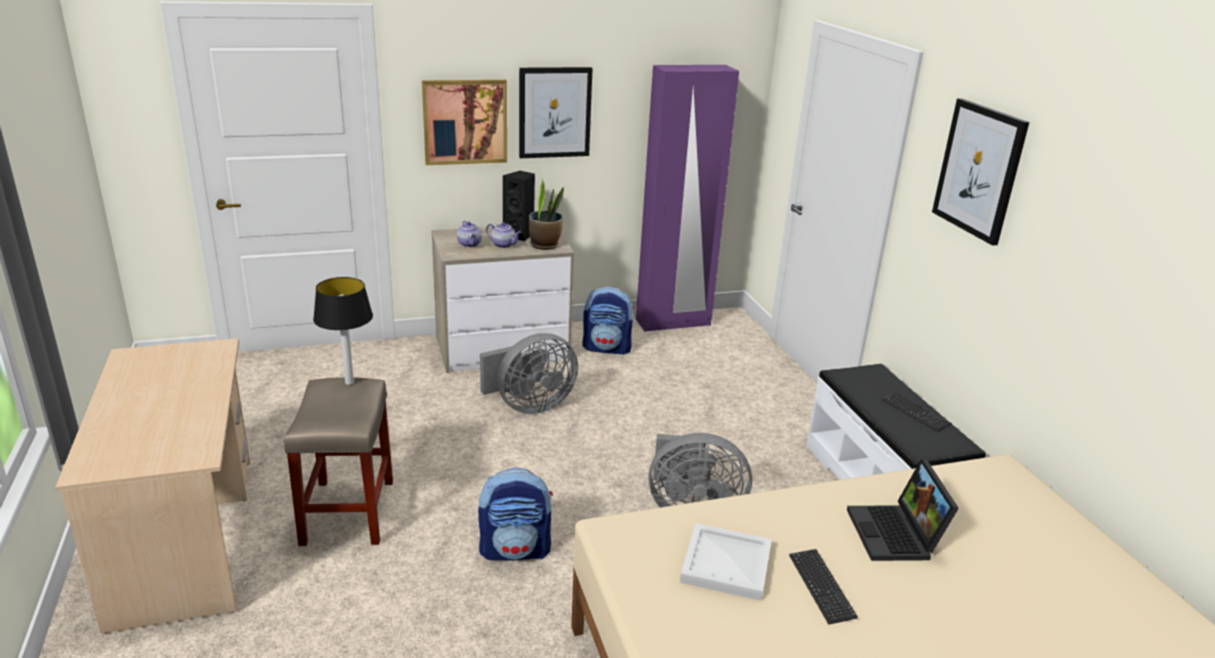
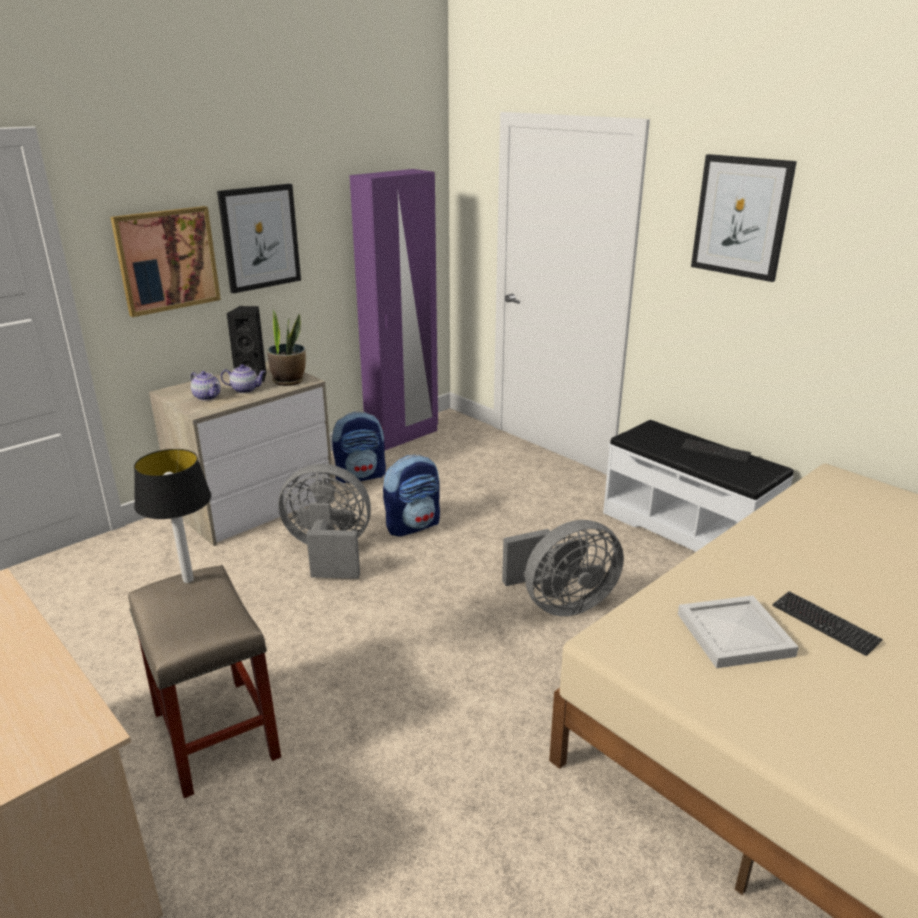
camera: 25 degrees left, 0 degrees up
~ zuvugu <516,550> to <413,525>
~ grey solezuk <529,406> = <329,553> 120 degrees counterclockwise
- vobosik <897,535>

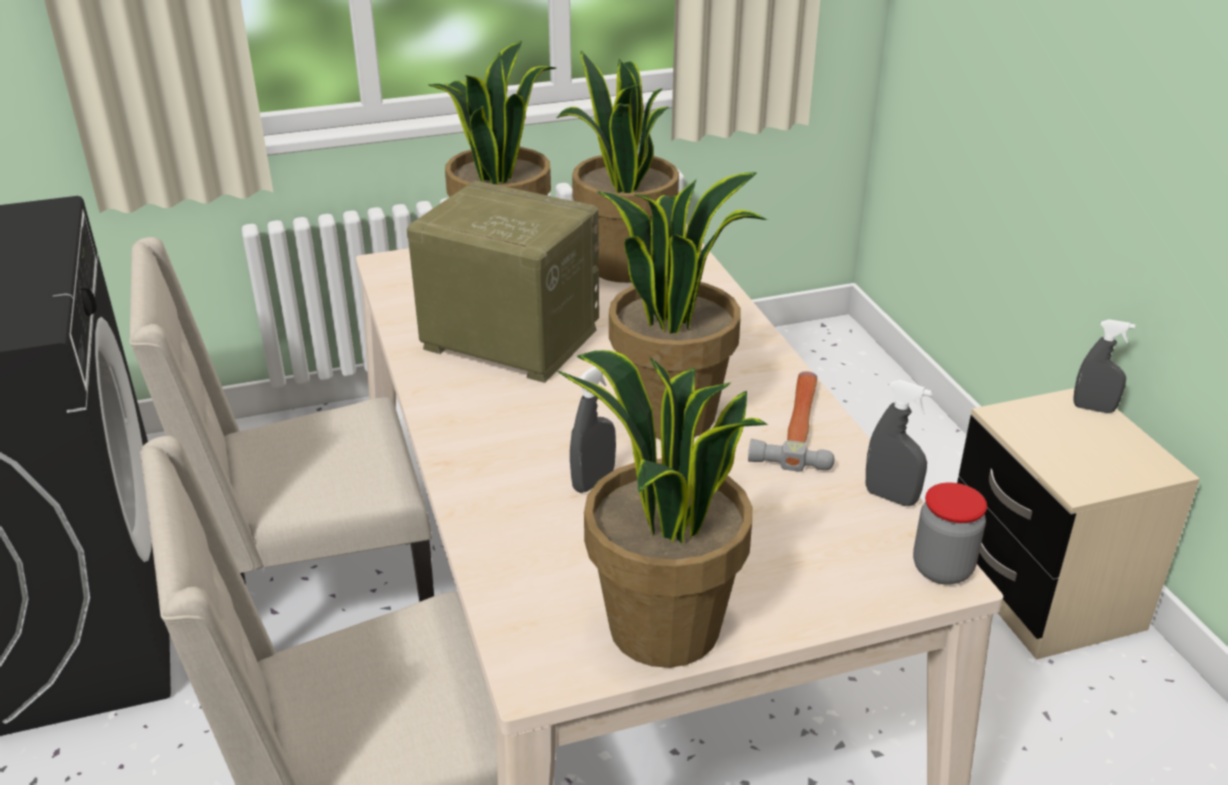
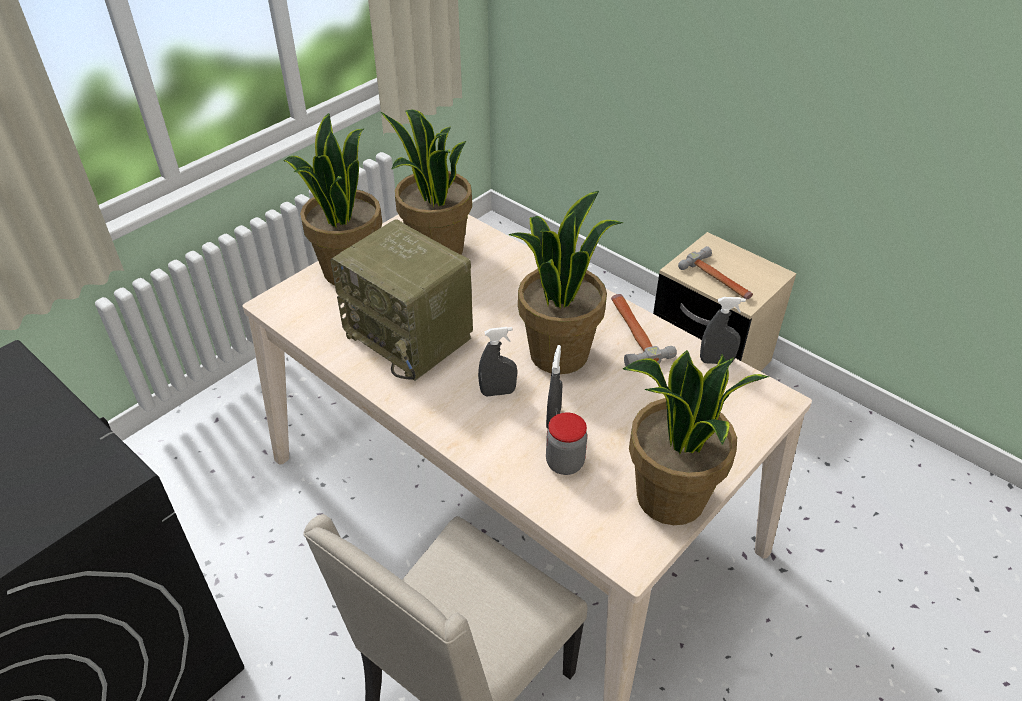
camera: 30 degrees left, 10 degrees up
- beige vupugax <321,604>
~ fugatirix <506,340> = <411,336> 135 degrees counterclockwise
~ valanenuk <942,569> to <565,463>
~ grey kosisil <1093,408> to <498,392>
+ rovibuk <718,280>

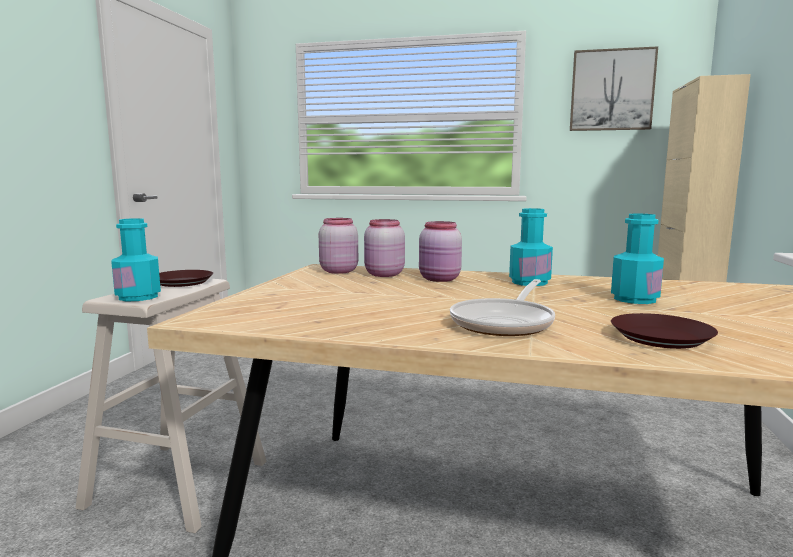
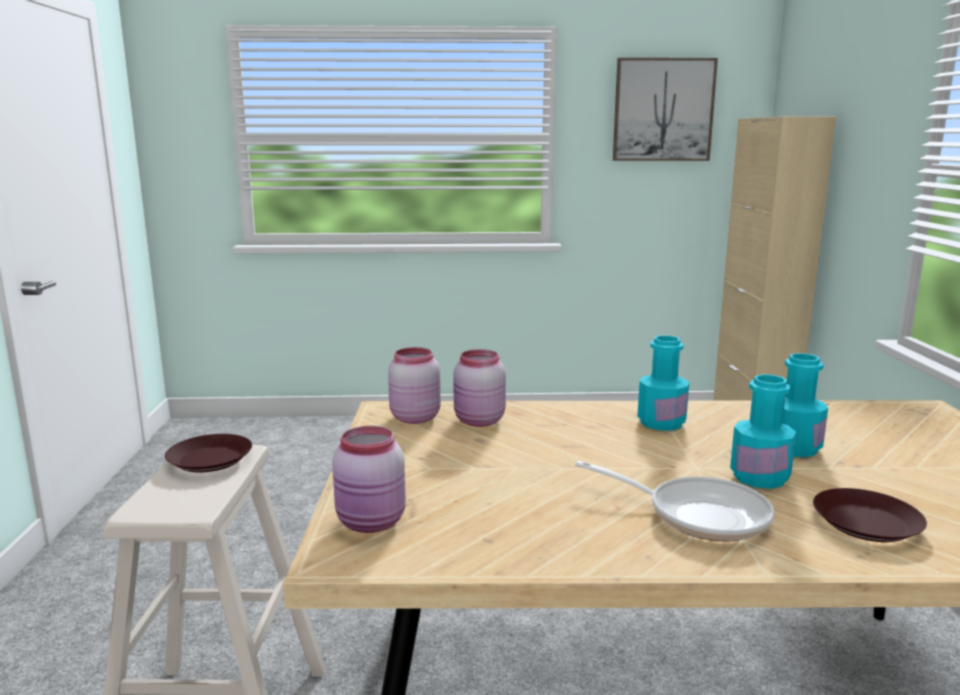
camera: 15 degrees left, 5 degrees up
~ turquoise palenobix <138,297> to <759,477>
~ pink valanenuk <440,279> to <371,523>
~ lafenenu <505,323> = <698,514> 75 degrees counterclockwise

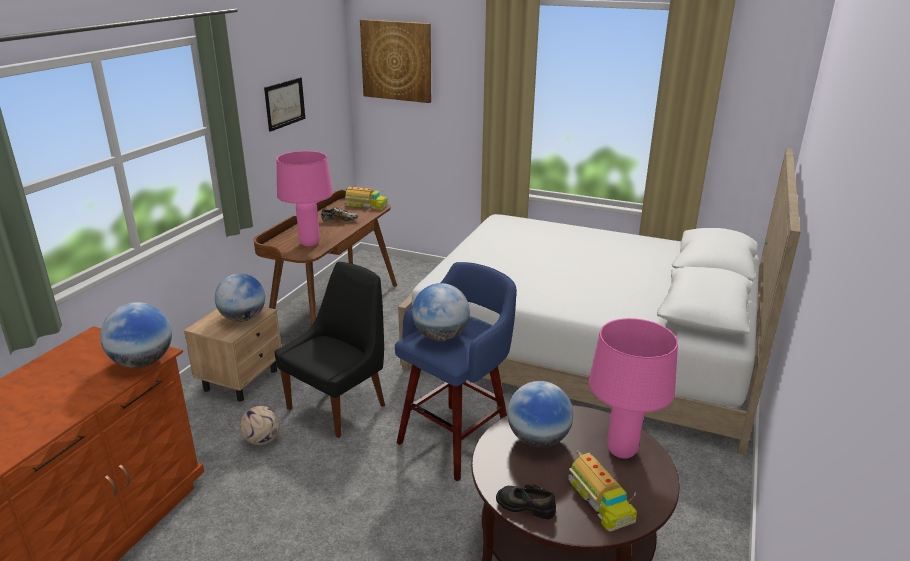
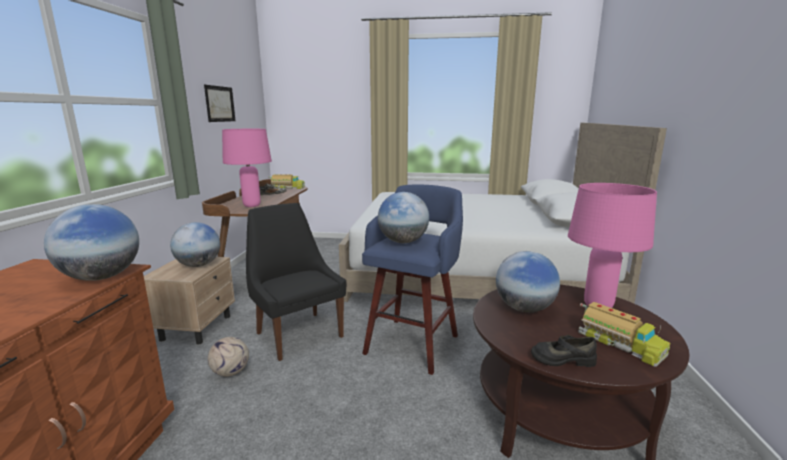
camera: 15 degrees left, 10 degrees down
~ black vupugax <339,405> = <298,333> 60 degrees counterclockwise
- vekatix <396,61>

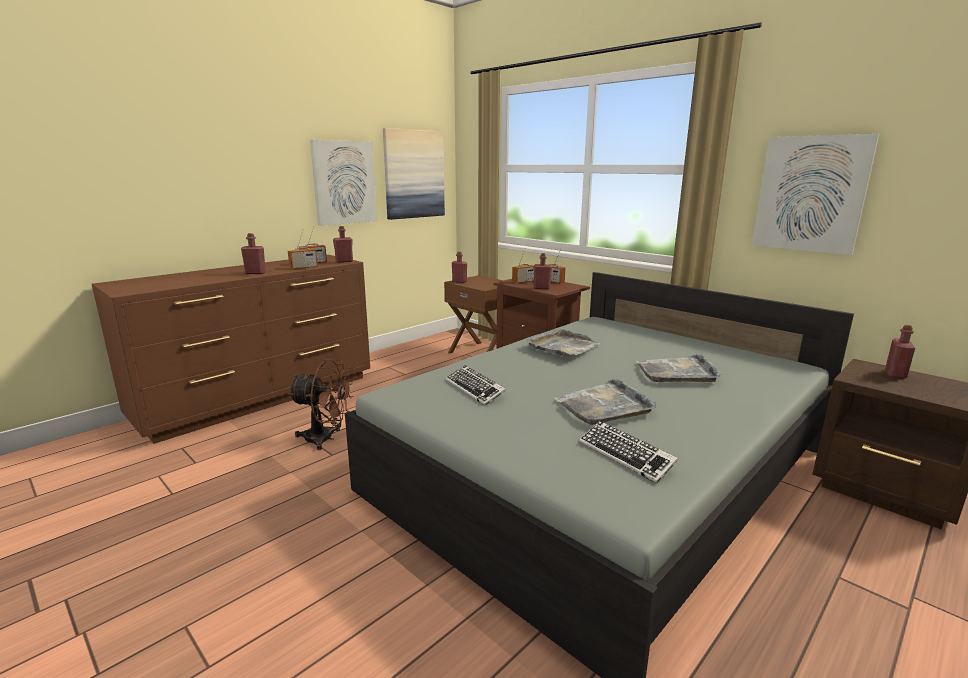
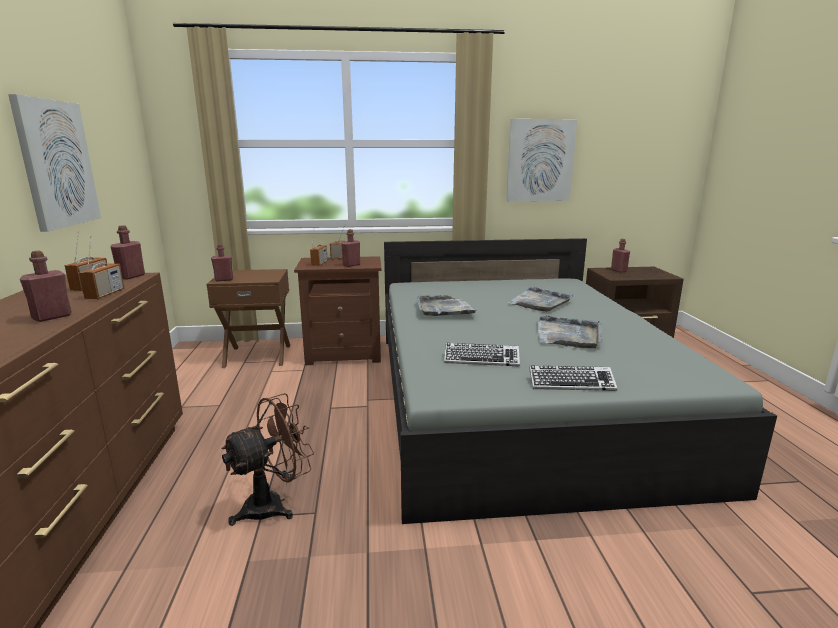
camera: 50 degrees left, 0 degrees up
- vekatix <414,174>
~ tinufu <625,456> to <571,383>

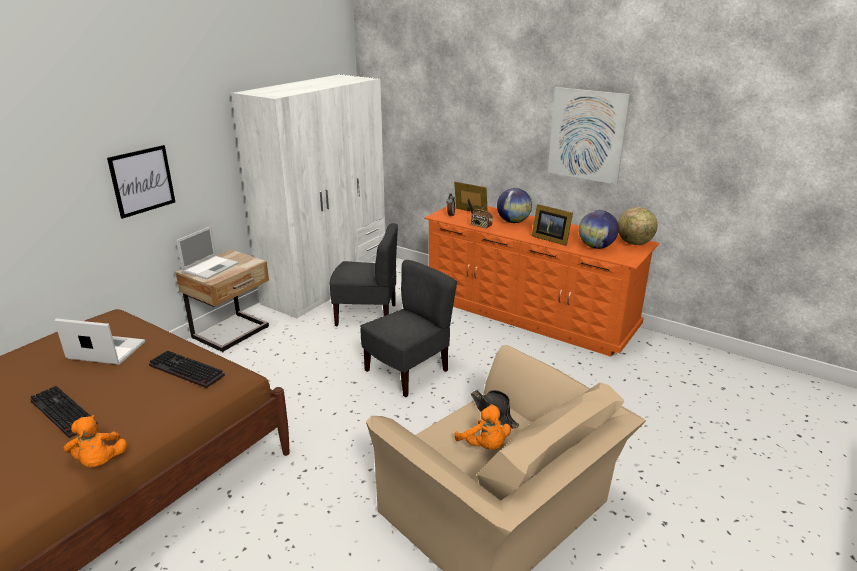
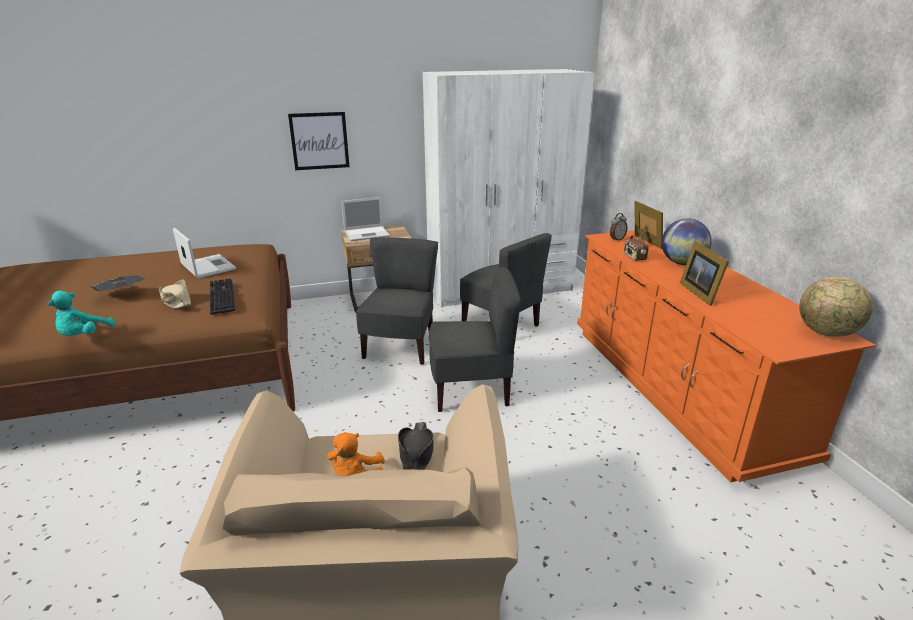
camera: 40 degrees right, 0 degrees up
~ tinufu <61,413> to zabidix <122,295>
~ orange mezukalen <100,462> to turquoise mezukalen <84,336>
- vekatix <586,135>
- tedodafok <596,247>
+ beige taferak <176,301>
+ grey vupugax <401,346>

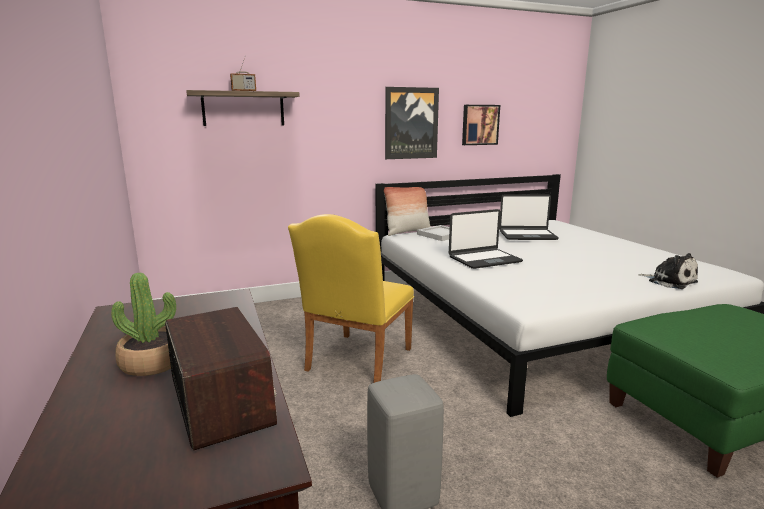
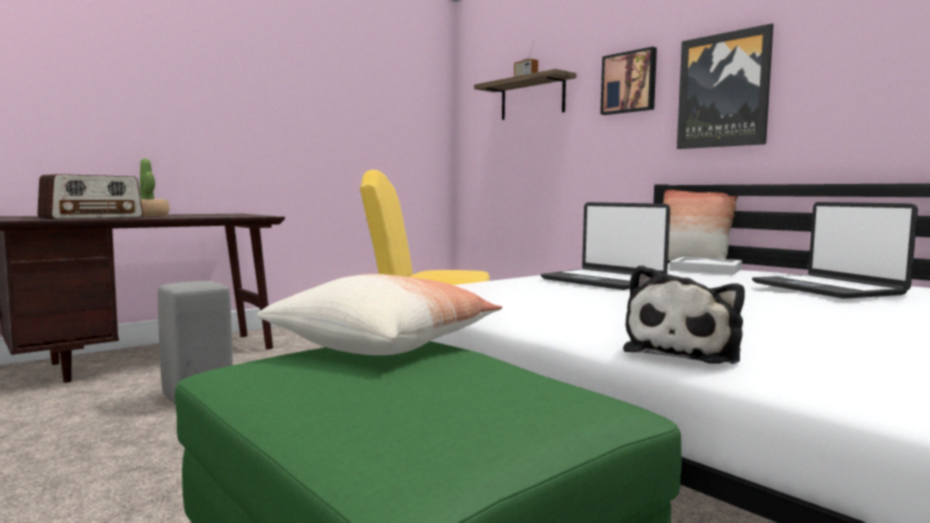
camera: 70 degrees right, 10 degrees down
~ vekatix <479,125> to <629,82>
+ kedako <384,344>

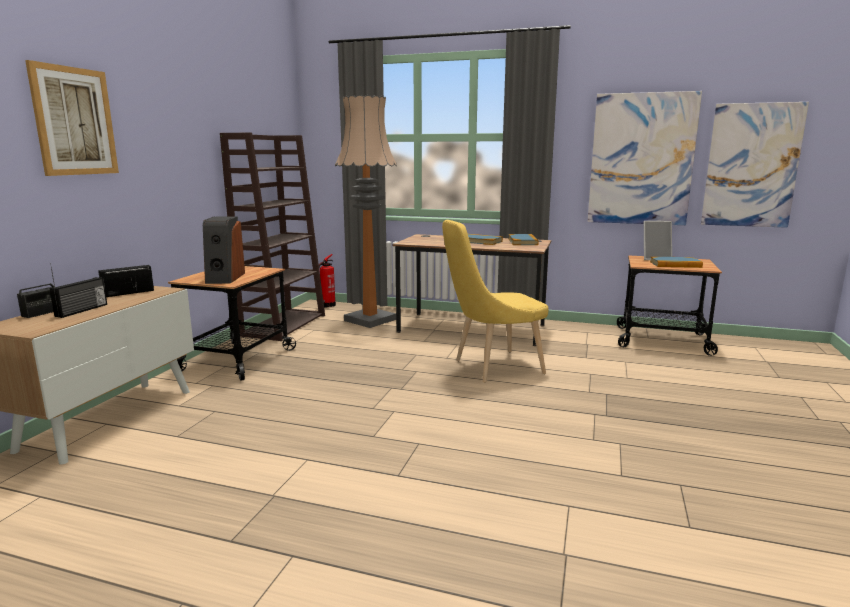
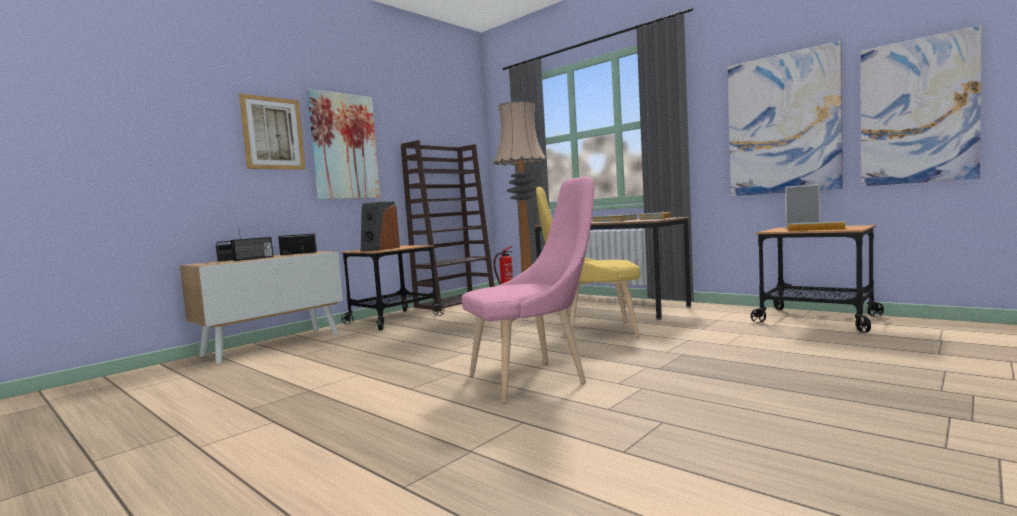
camera: 25 degrees right, 10 degrees down
+ vekatix <344,146>
+ pink vupugax <534,379>

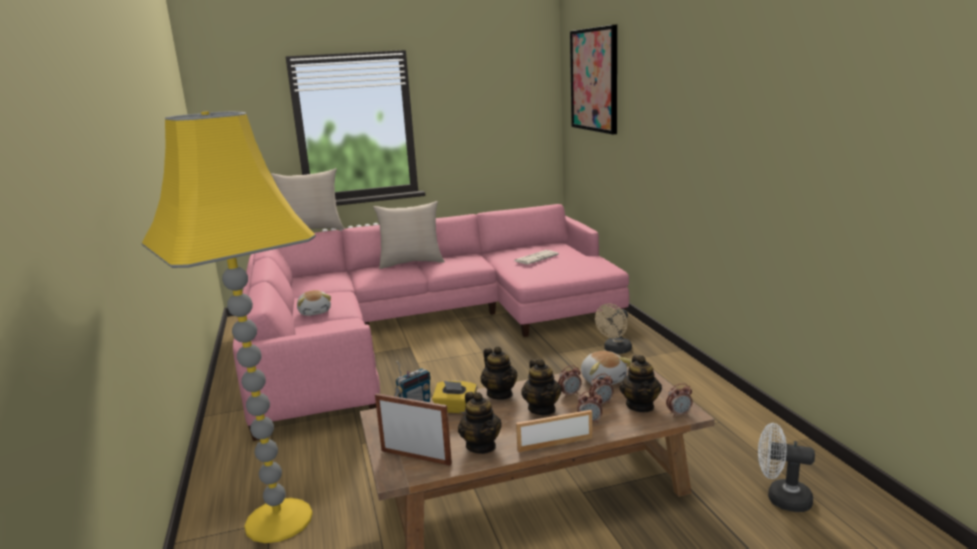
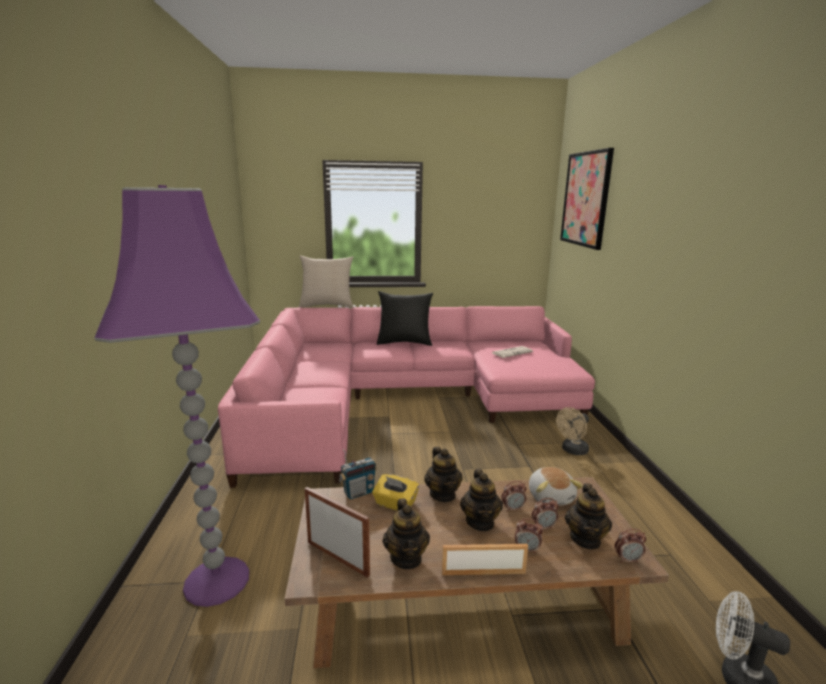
camera: 10 degrees right, 0 degrees up
~ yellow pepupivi <277,520> to purple pepupivi <215,580>
- mezukalen <315,312>
~ beige kedako <411,263> to black kedako <404,342>

